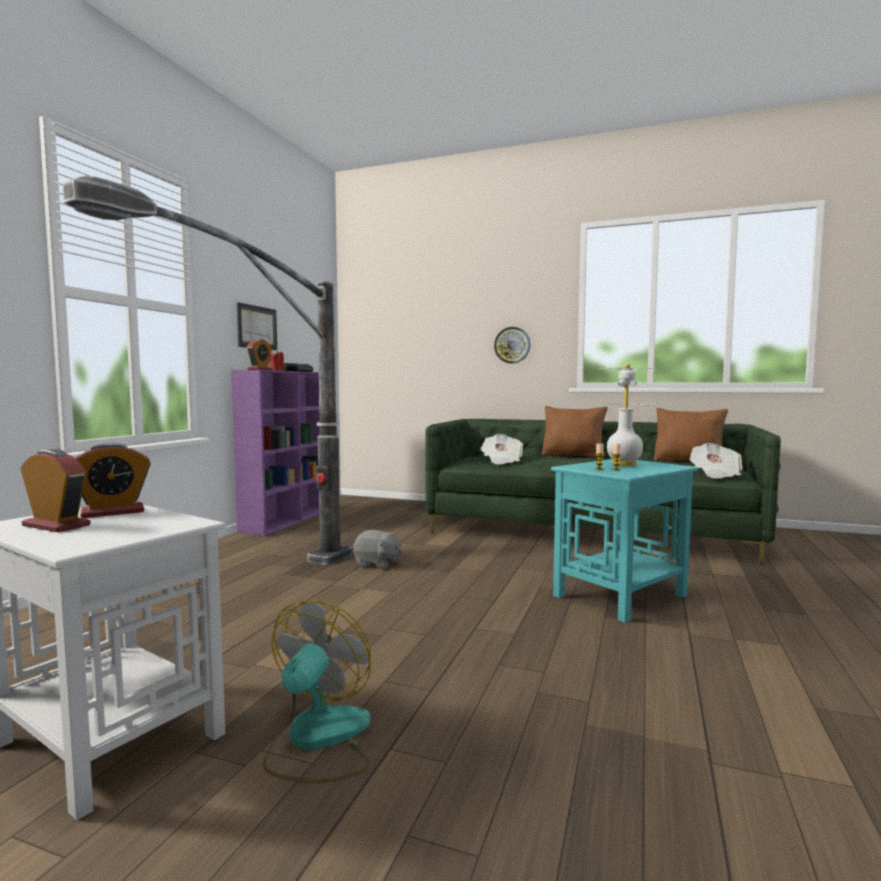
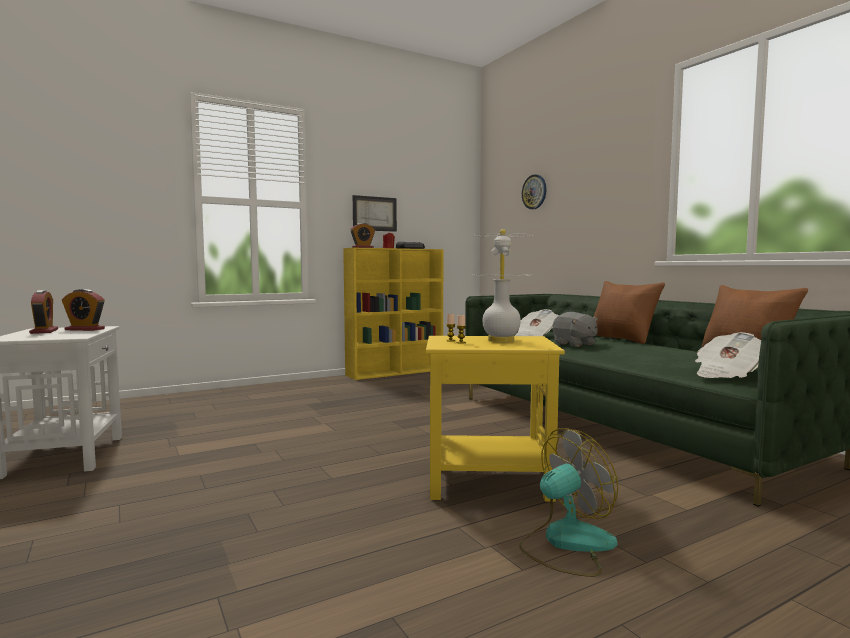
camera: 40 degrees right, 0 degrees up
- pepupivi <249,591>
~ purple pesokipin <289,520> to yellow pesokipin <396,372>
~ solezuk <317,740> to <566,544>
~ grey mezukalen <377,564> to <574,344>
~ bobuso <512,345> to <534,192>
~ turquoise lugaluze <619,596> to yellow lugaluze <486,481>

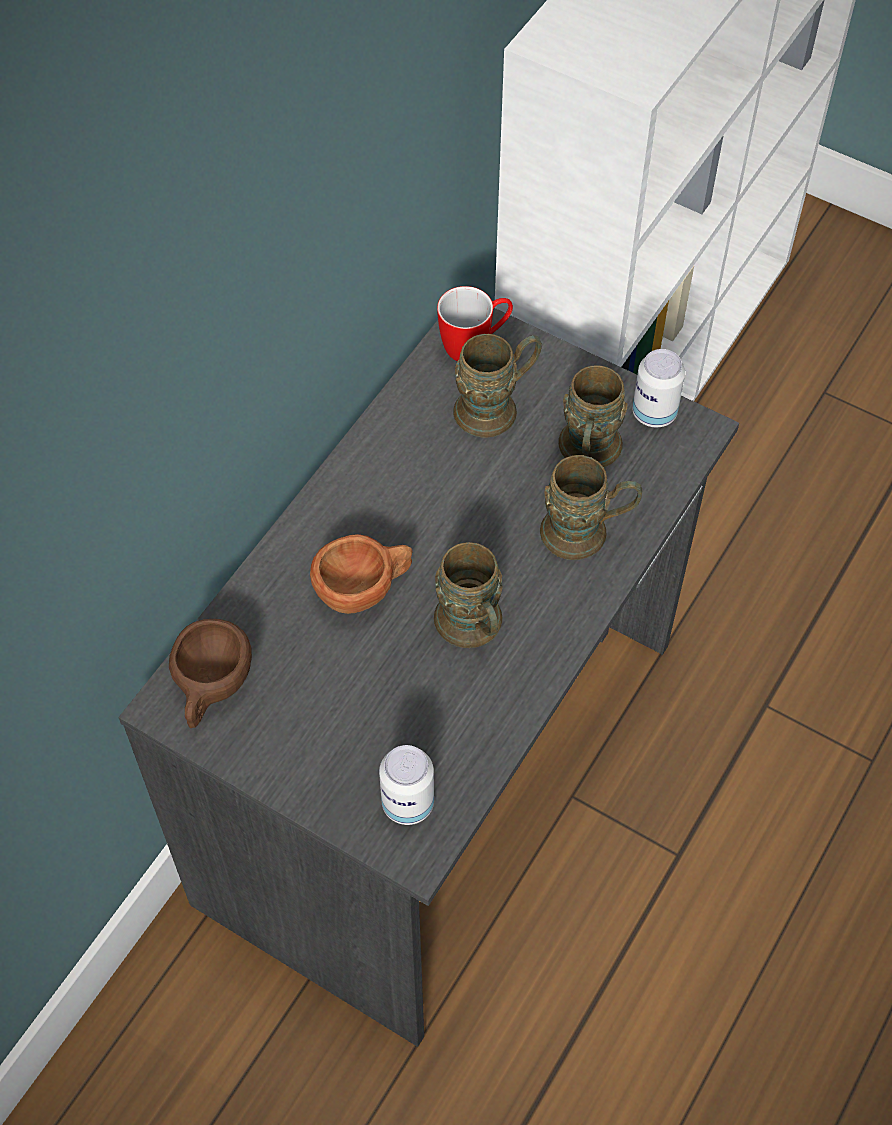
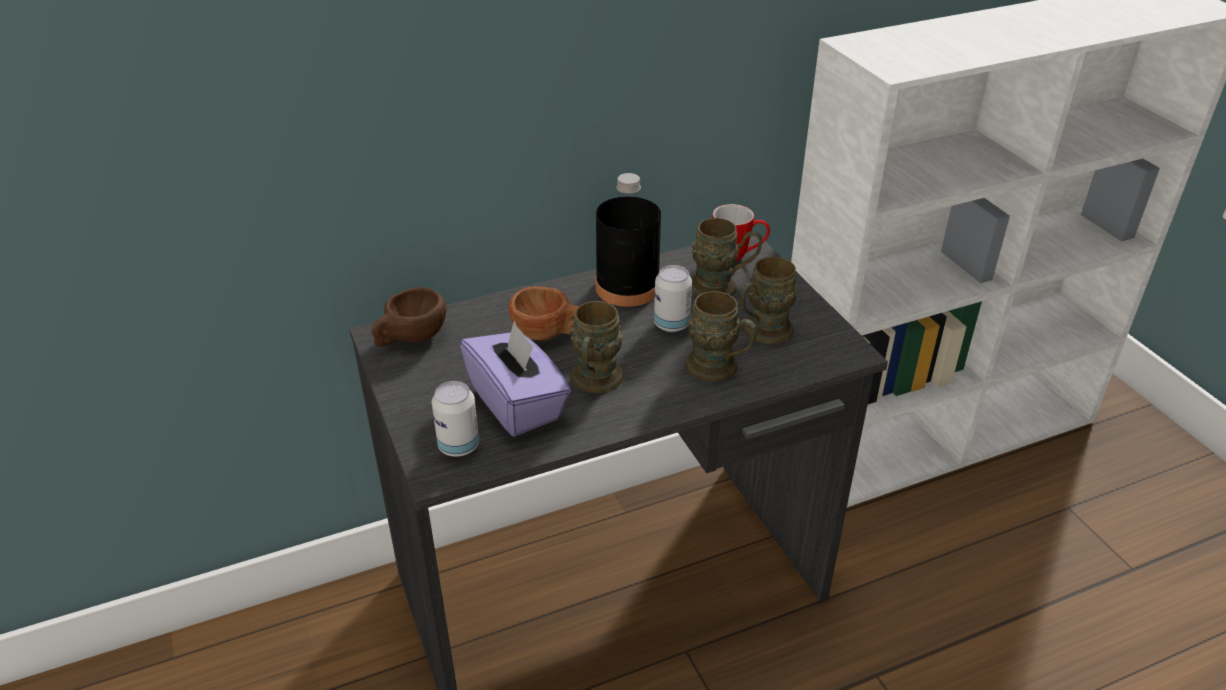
camera: 35 degrees right, 20 degrees down
~ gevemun <654,413> to <671,324>
+ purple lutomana <517,404>
+ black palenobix <627,287>

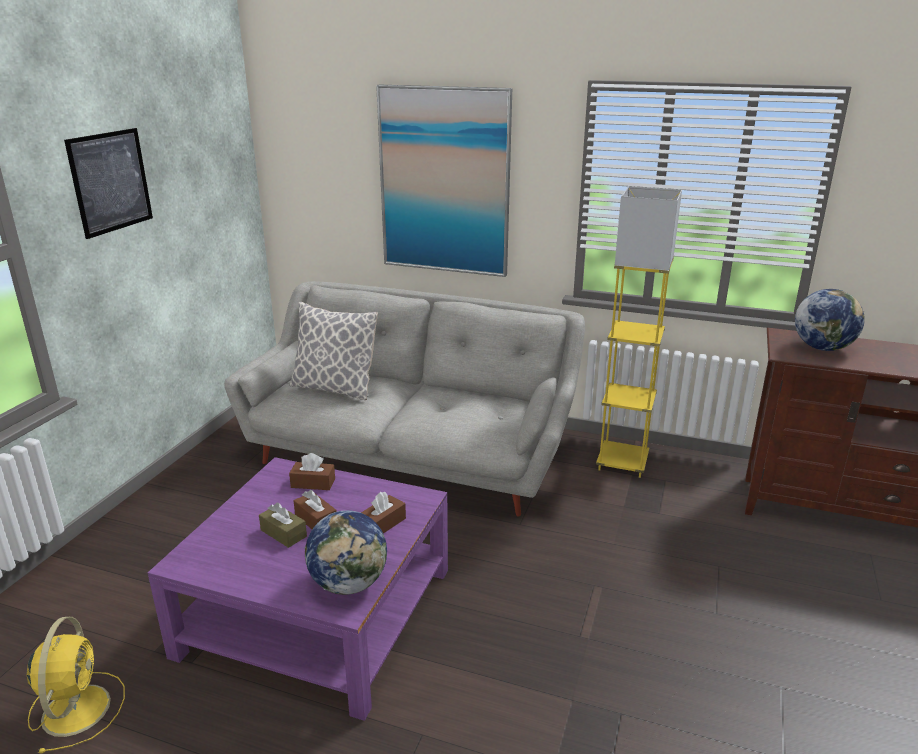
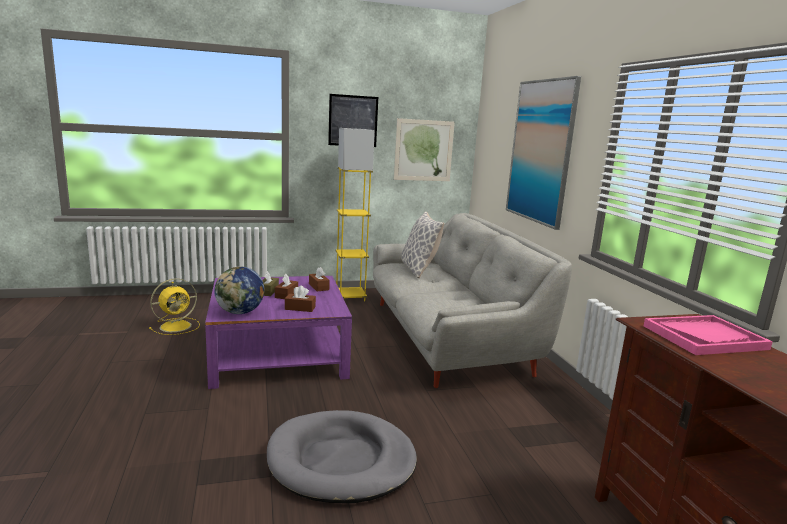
camera: 55 degrees right, 10 degrees down
~ yellow pepupivi <622,463> to <350,297>
~ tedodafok <822,348> to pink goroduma <704,337>
+ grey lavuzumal <341,461>
+ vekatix <423,150>

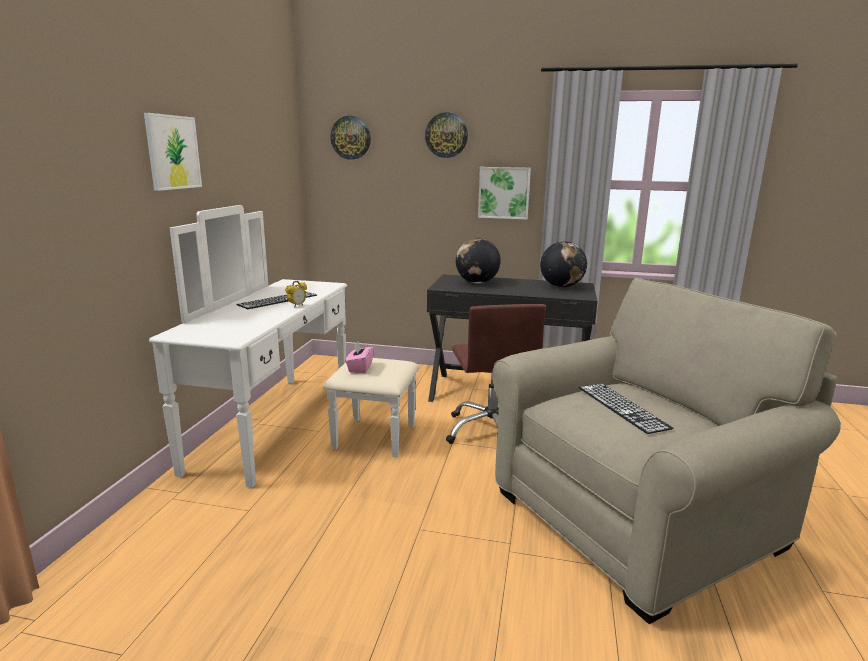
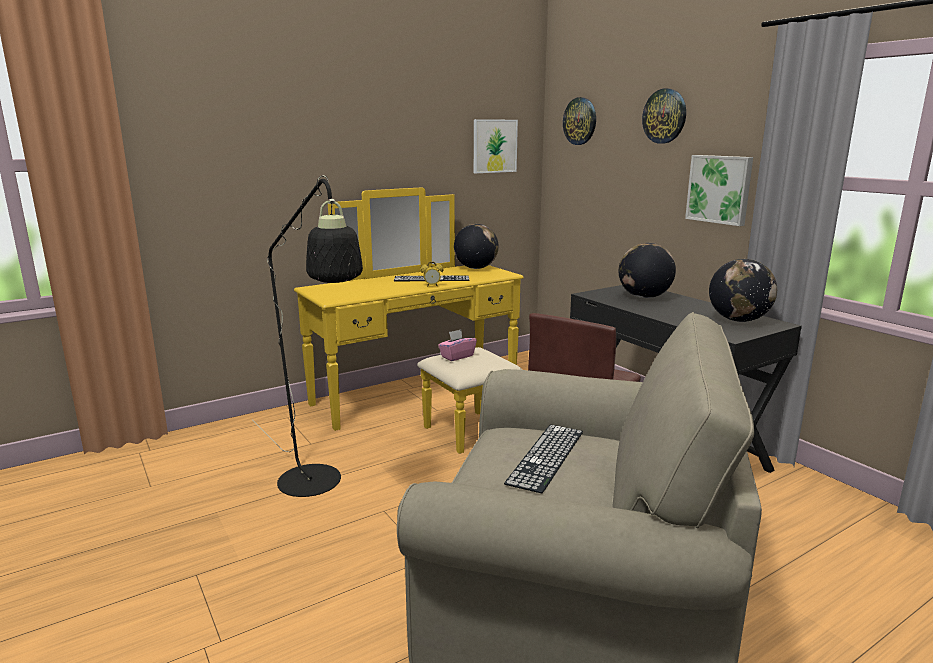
camera: 45 degrees right, 0 degrees up
~ vekatix <173,152> to <494,146>
~ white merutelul <297,426> to yellow merutelul <428,401>
+ black pepupivi <317,487>
+ tedodafok <476,268>

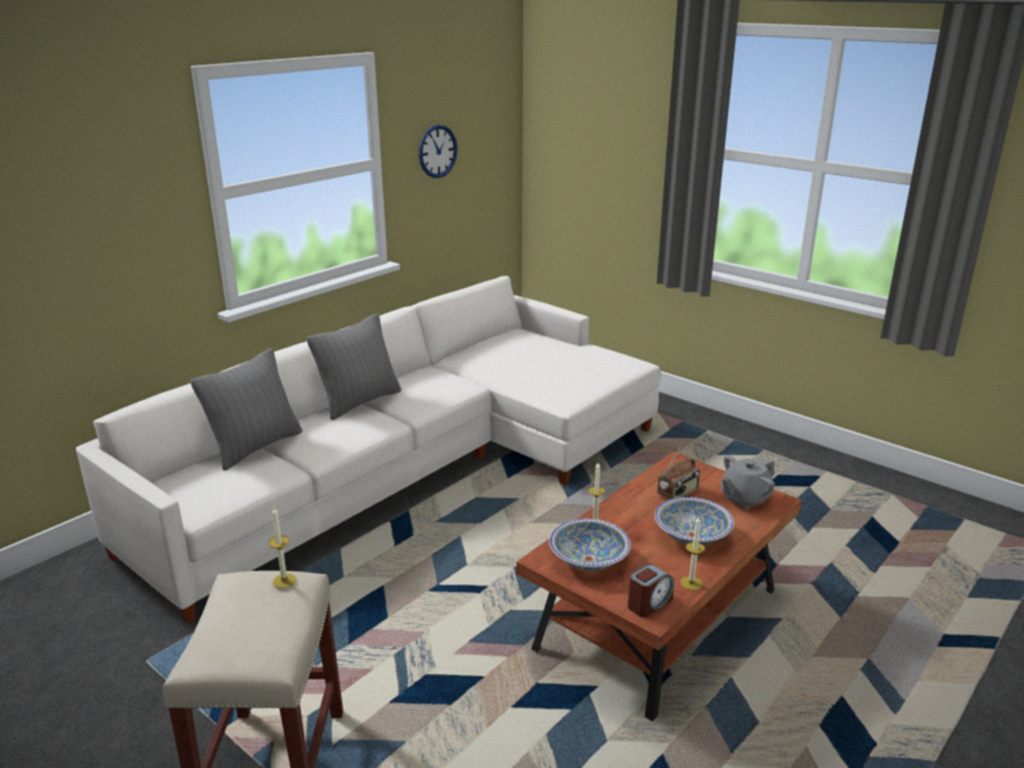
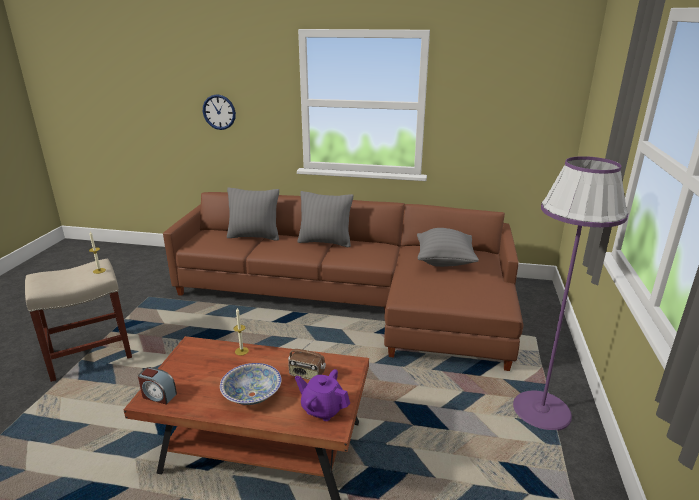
camera: 60 degrees right, 0 degrees up
~ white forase <416,465> to brown forase <356,299>
~ bobuso <437,151> to <219,112>
- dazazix <589,559>
- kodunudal <691,583>
~ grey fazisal <744,499> to purple fazisal <322,409>
+ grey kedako <444,261>
+ purple pepupivi <542,410>

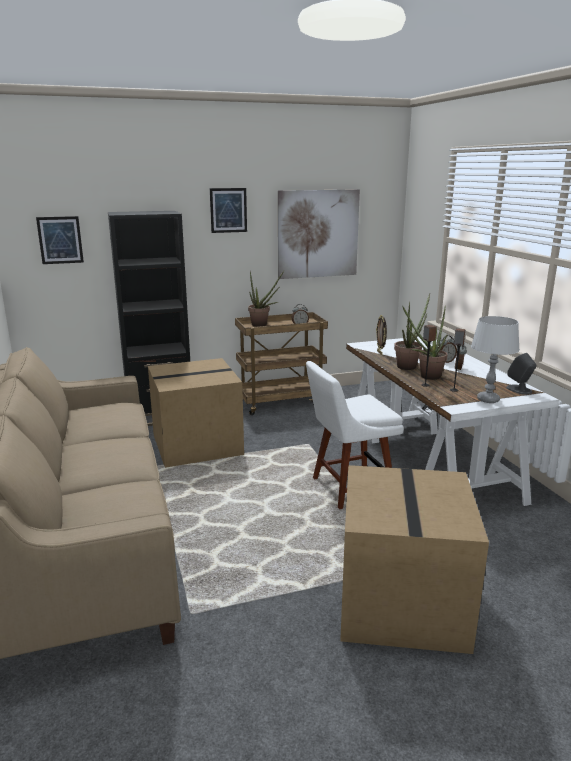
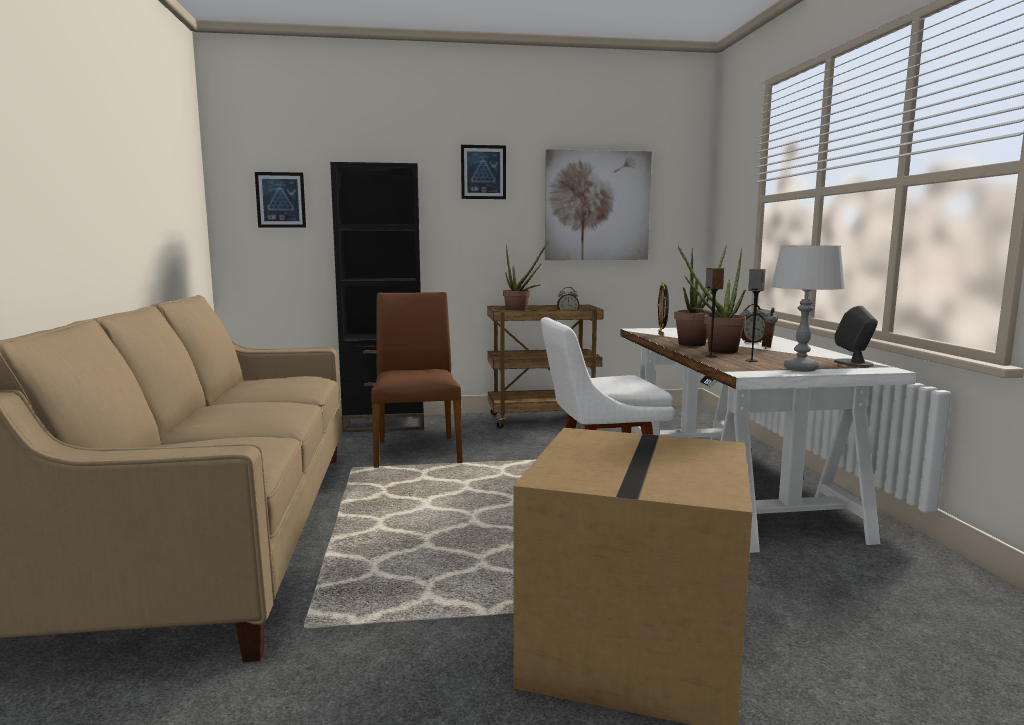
camera: 10 degrees right, 10 degrees down
~ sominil <198,444> to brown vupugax <417,451>

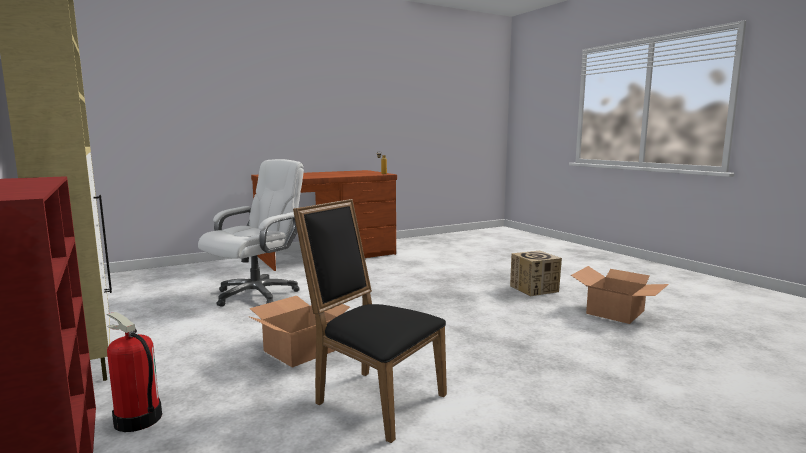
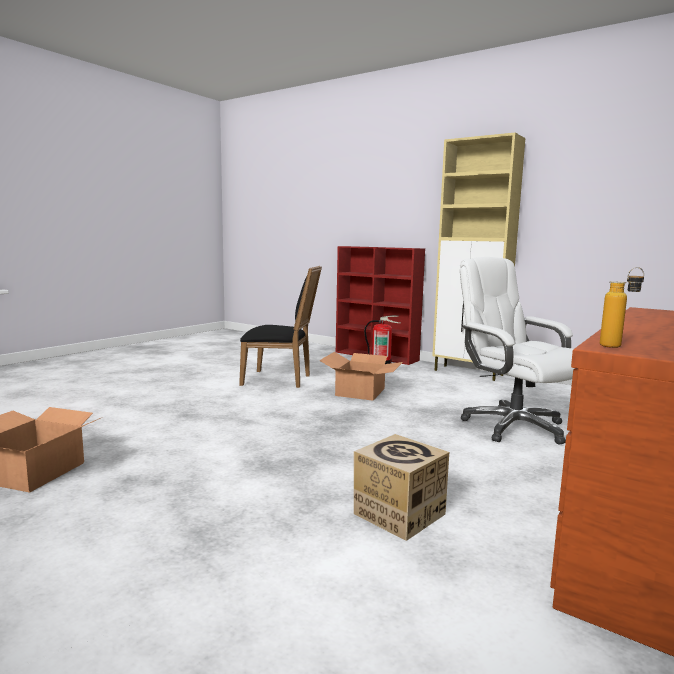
camera: 155 degrees right, 0 degrees up
~ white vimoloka <257,294> = <513,426> 135 degrees clockwise
~ sominil <534,289> to <398,514>

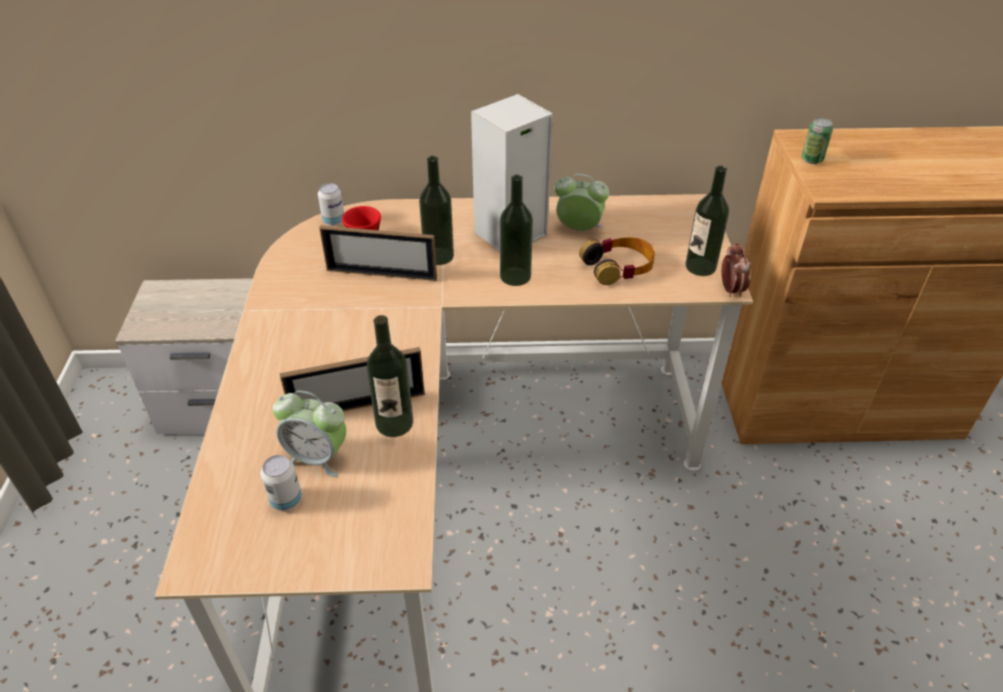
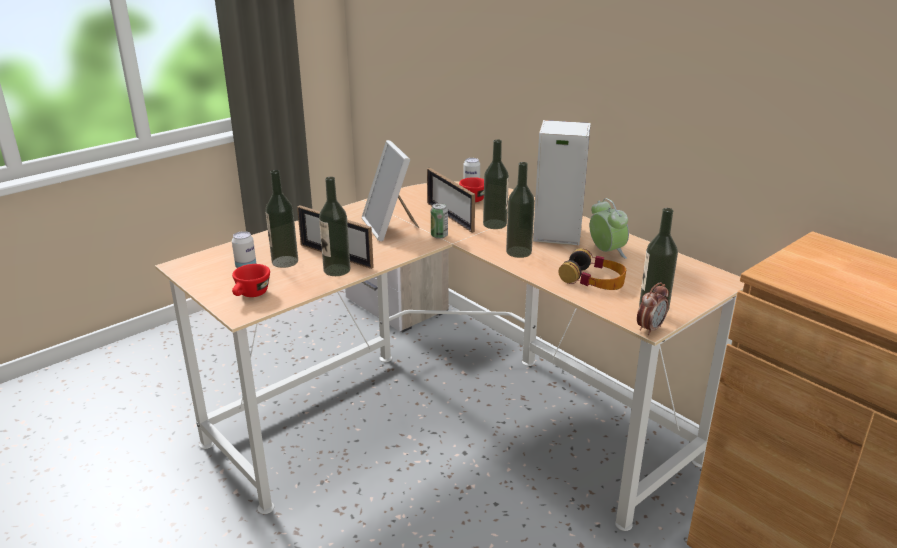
camera: 50 degrees right, 15 degrees down
~ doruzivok <317,457> to palenobix <285,261>
~ gevemun <812,160> to <439,235>
+ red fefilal <251,295>
+ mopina <390,227>

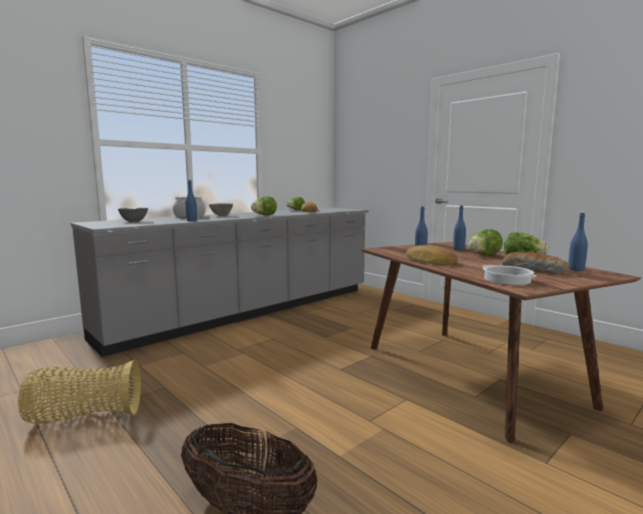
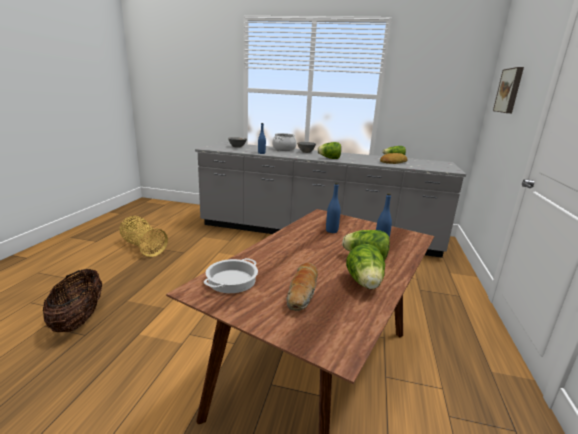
camera: 55 degrees right, 10 degrees up
- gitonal <430,261>
- blue palenobix <576,269>
+ vekatix <510,90>

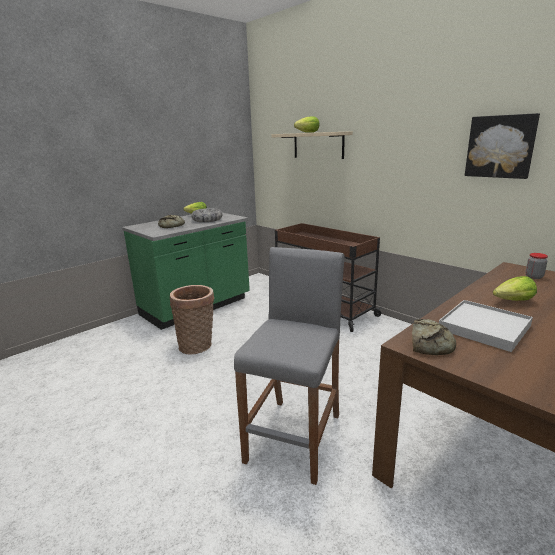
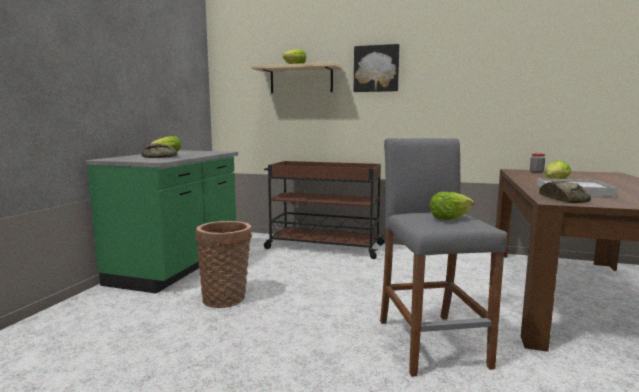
camera: 30 degrees left, 10 degrees down
- dazazix <207,220>
~ vekatix <500,146> to <376,69>
+ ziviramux <449,218>

